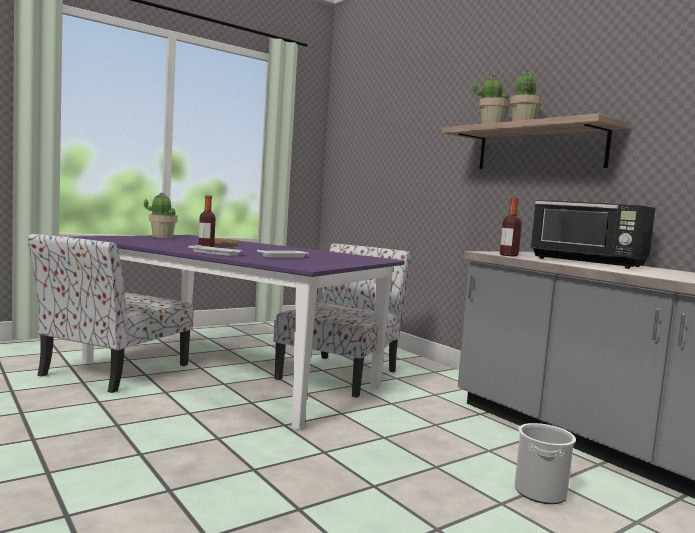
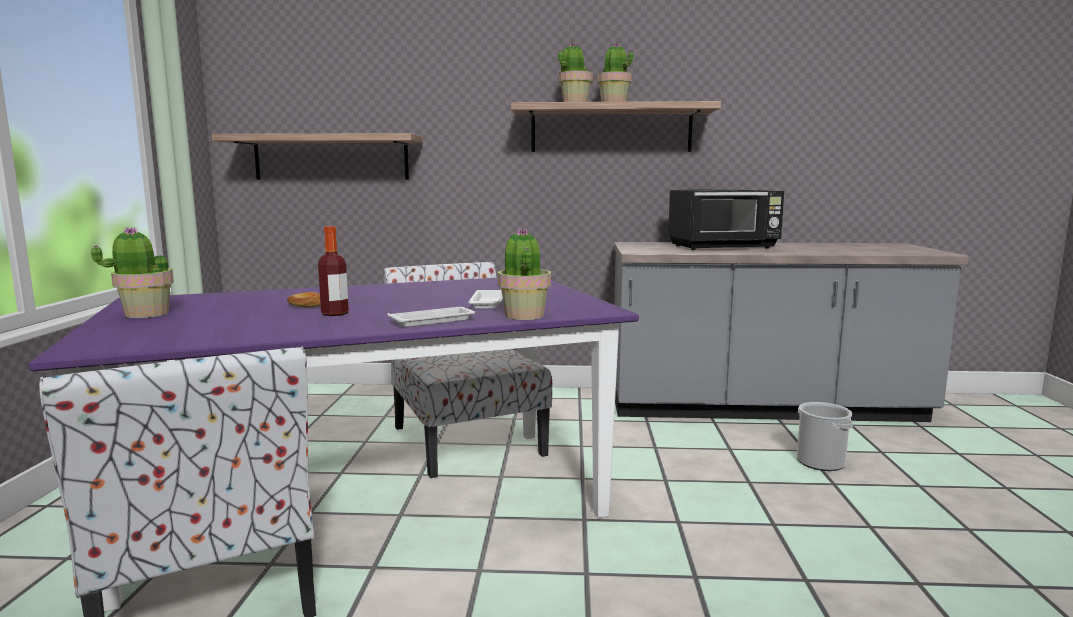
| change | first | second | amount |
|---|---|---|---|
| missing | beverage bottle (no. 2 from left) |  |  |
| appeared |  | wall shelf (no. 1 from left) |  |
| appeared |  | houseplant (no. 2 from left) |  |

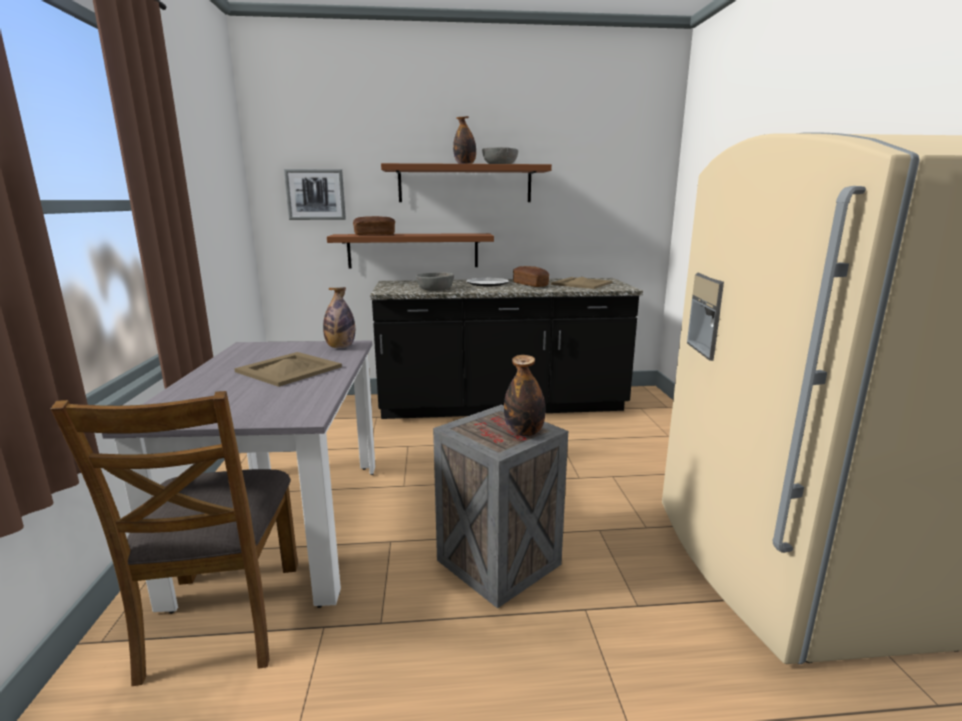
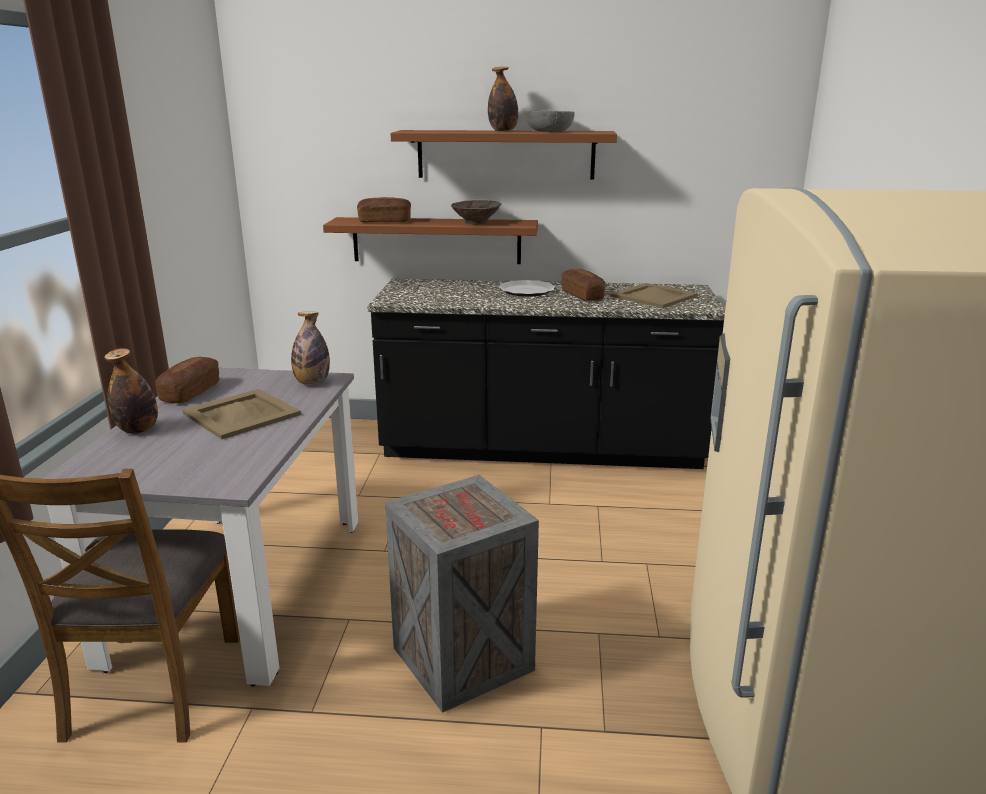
| change | first | second | amount |
|---|---|---|---|
| missing | wall picture |  |  |
| missing | grey bowl (no. 1 from left) |  |  |
| appeared |  | baked bread (no. 1 from left) |  |
| appeared |  | brownish bowl |  |
| relocated | beverage bottle (no. 3 from left in the first image) | beverage bottle (no. 1 from left) |  |

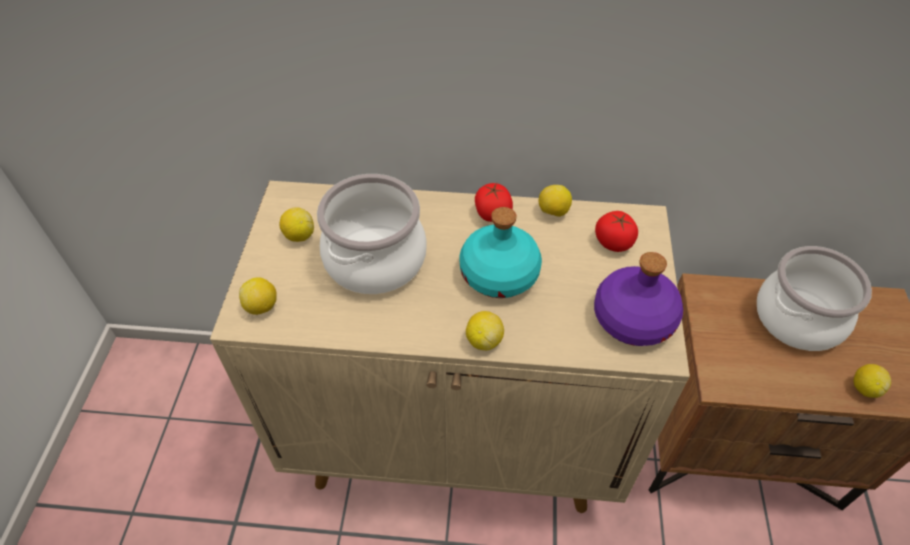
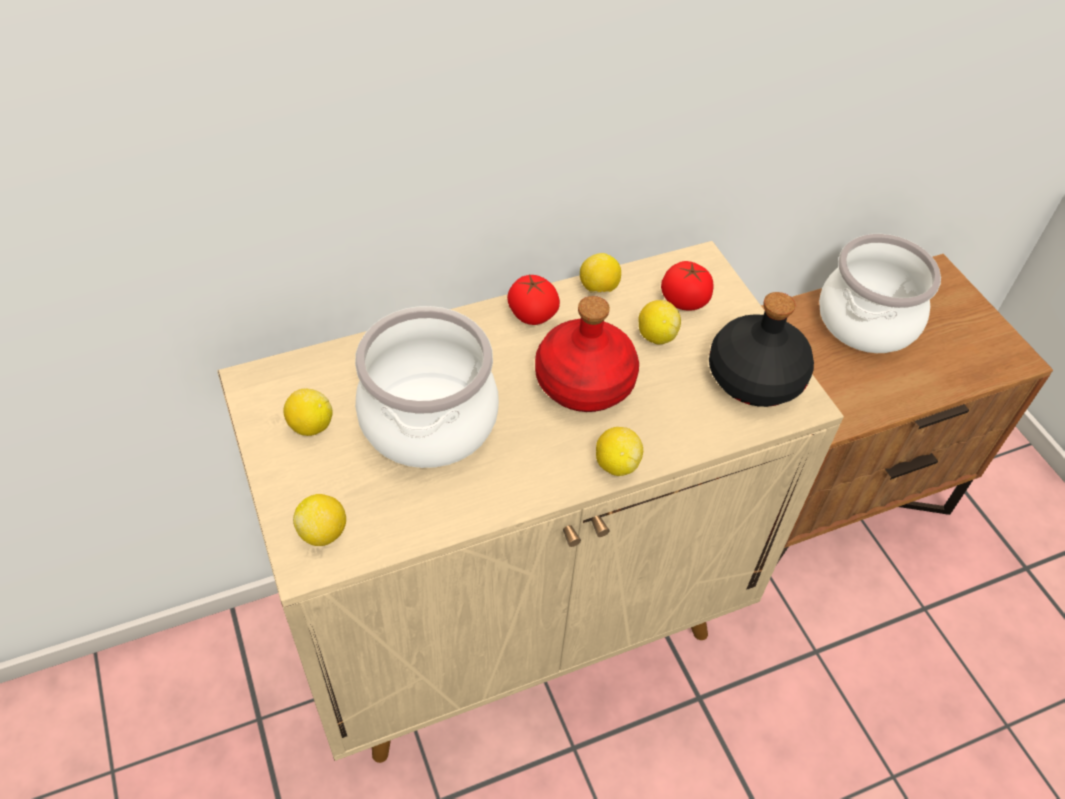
| change | first | second | amount |
|---|---|---|---|
| relocated | whole lemon (no. 5 from left) |  |  |
| colour | turquoise-coloured beverage bottle | red beverage bottle |  |
| colour | purple-coloured beverage bottle | blackish beverage bottle |  |

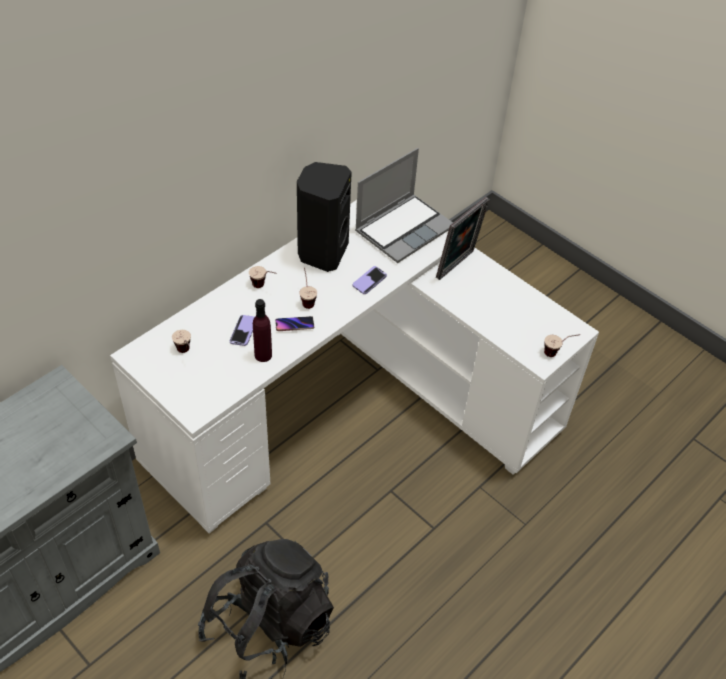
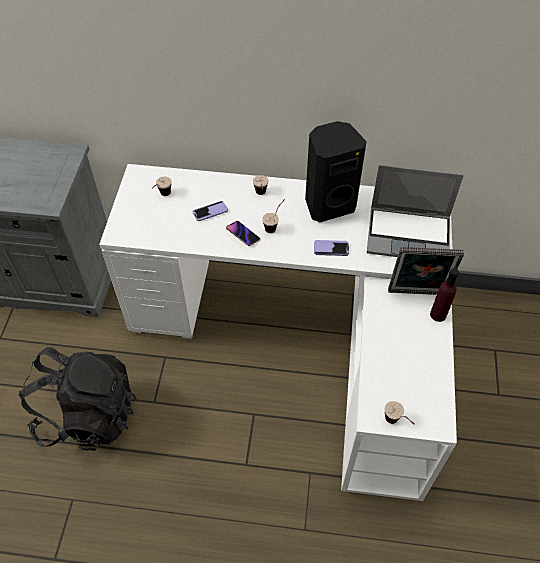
| change | first | second | amount |
|---|---|---|---|
| relocated | purple-coloured beverage bottle |  |  |

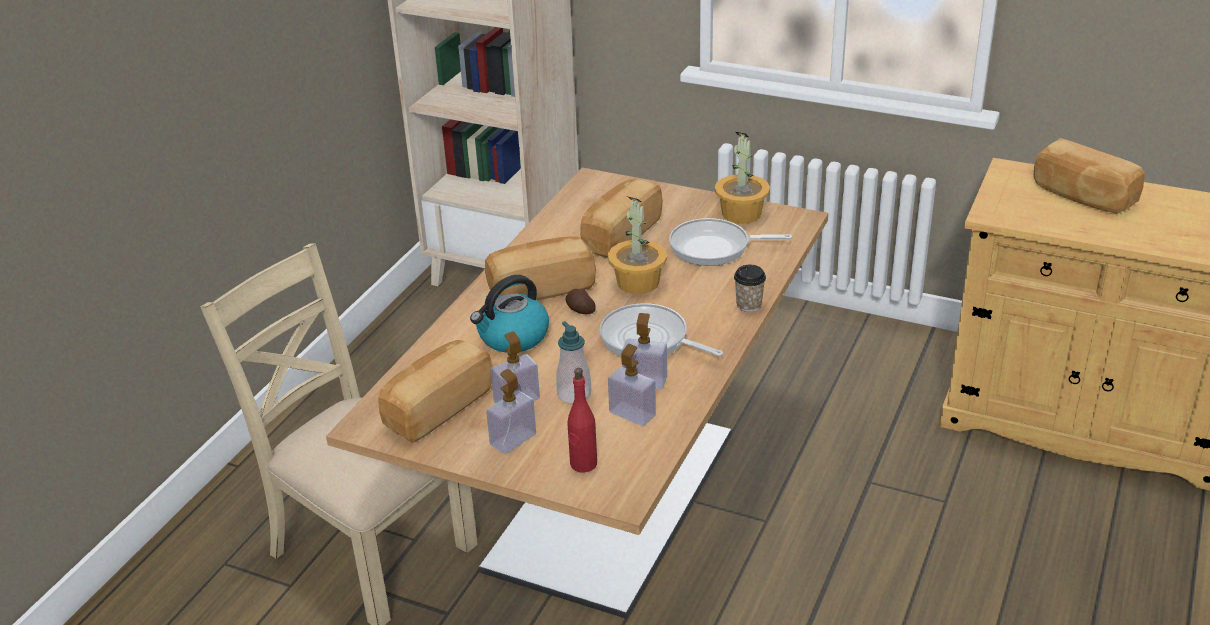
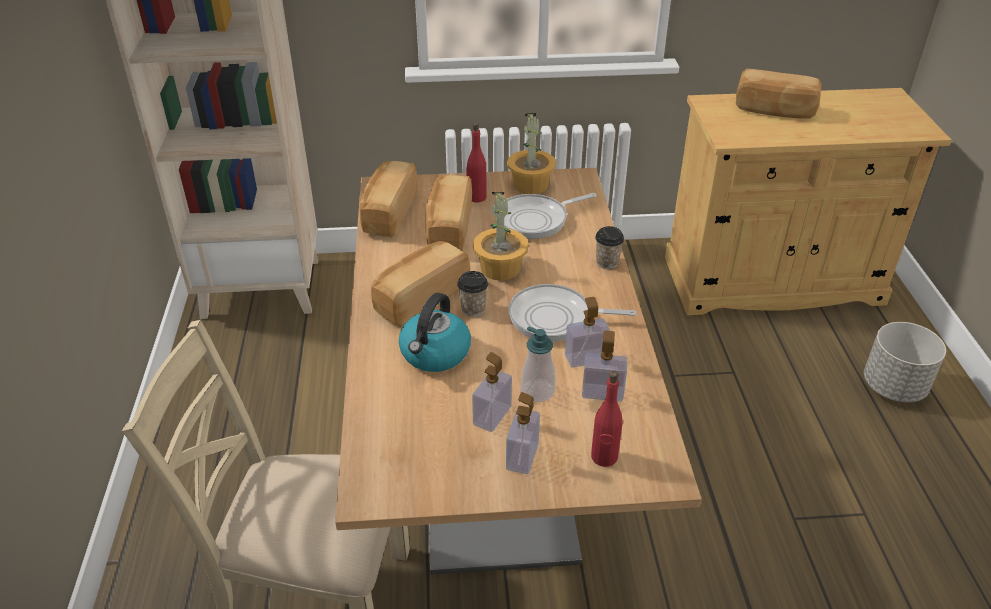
| change | first | second | amount |
|---|---|---|---|
| appeared |  | red beverage bottle (no. 1 from left) |  |
| appeared |  | grey planter |  |
| relocated | baked bread (no. 1 from left) |  |  |
| exchanged | spud | drinking cup (no. 1 from left) |  |

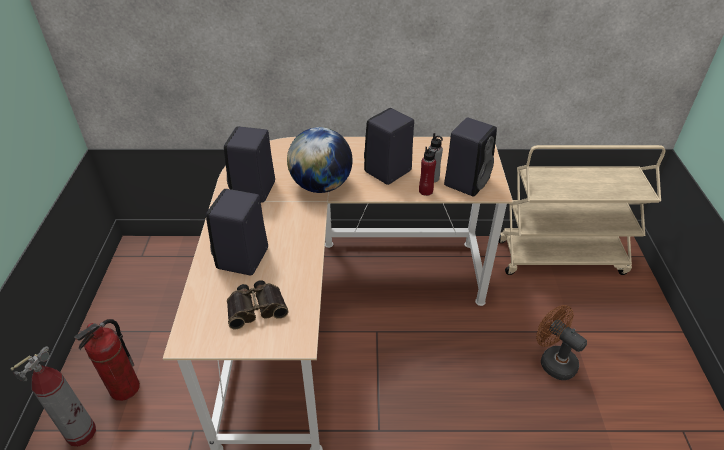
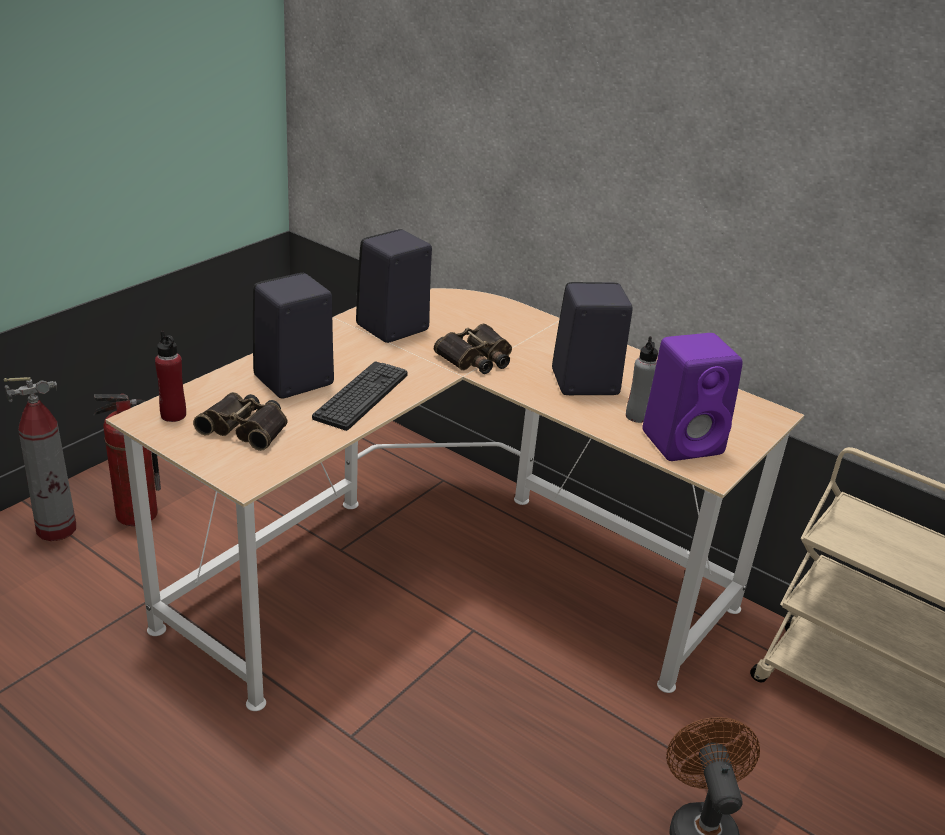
| change | first | second | amount |
|---|---|---|---|
| appeared |  | PC keyboard |  |
| relocated | red beverage bottle |  |  |
| exchanged | desk globe | binoculars (no. 2 from left) |  |
| colour | blackish speaker (no. 4 from left) | purple-coloured speaker |  |

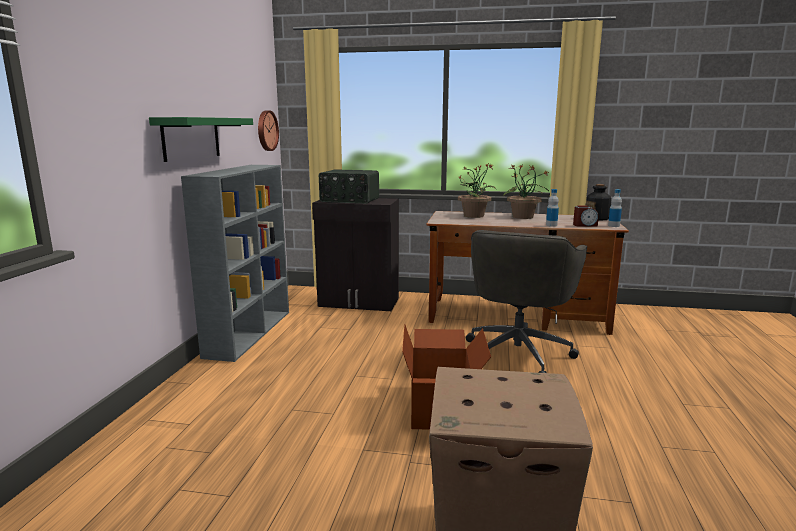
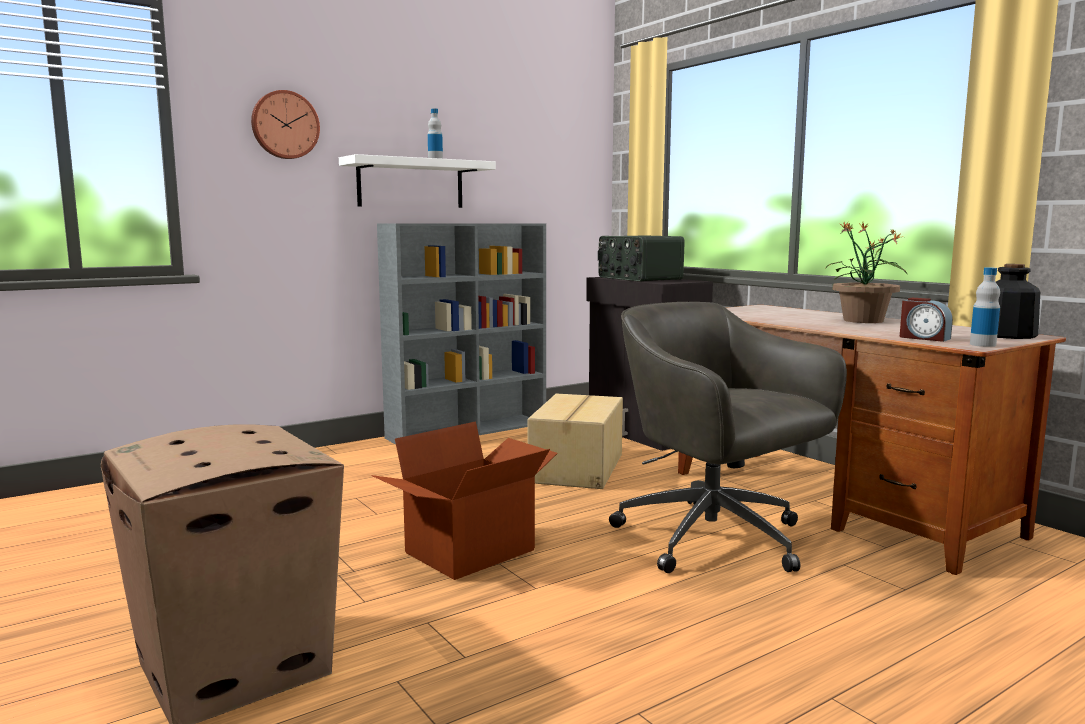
| change | first | second | amount |
|---|---|---|---|
| missing | houseplant (no. 1 from left) |  |  |
| appeared |  | cardboard box (no. 3 from left) |  |
| relocated | clock on the wall |  |  |
| relocated | beverage bottle (no. 1 from left) |  |  |
| colour | green wall shelf | whitish wall shelf |  |
| spun | grey computer chair |  | 75 degrees clockwise |

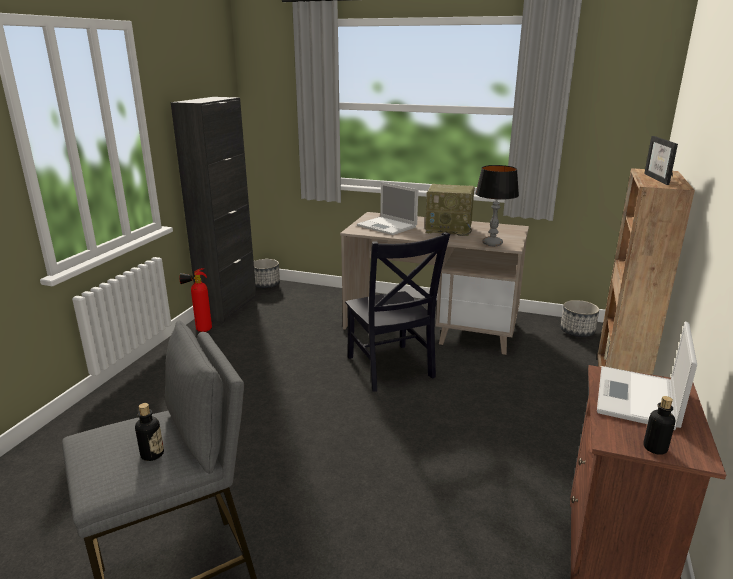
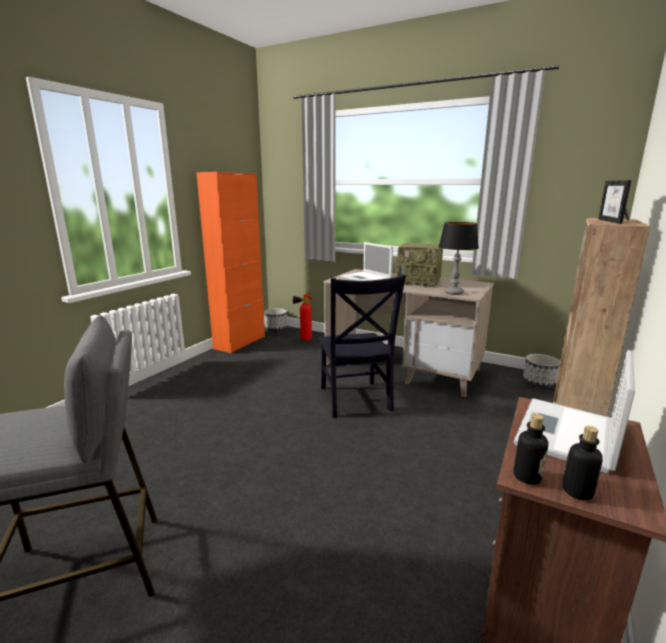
| change | first | second | amount |
|---|---|---|---|
| relocated | beverage bottle (no. 1 from left) |  |  |
| relocated | extinguisher |  |  |
| colour | blackish cabinet | orangey cabinet |  |

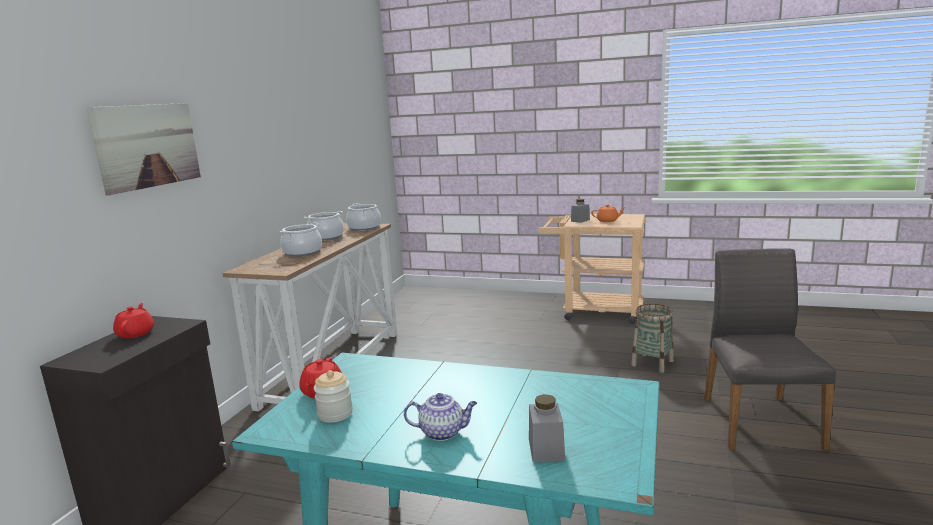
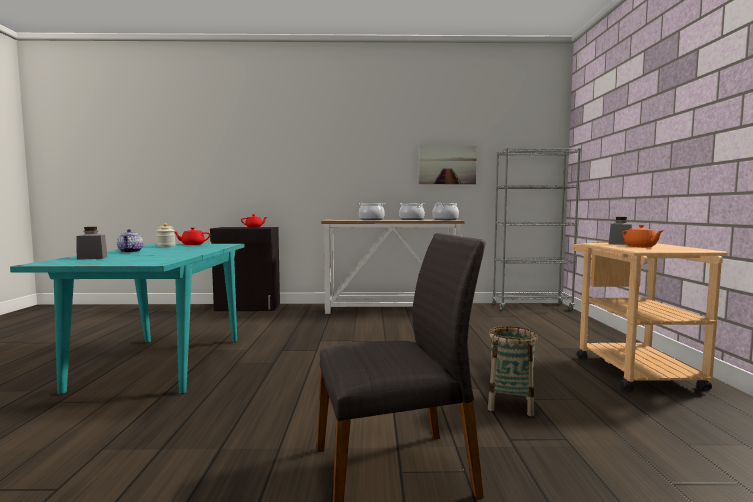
| change | first | second | amount |
|---|---|---|---|
| appeared |  | grey bookshelf |  |
| relocated | wall picture |  |  |

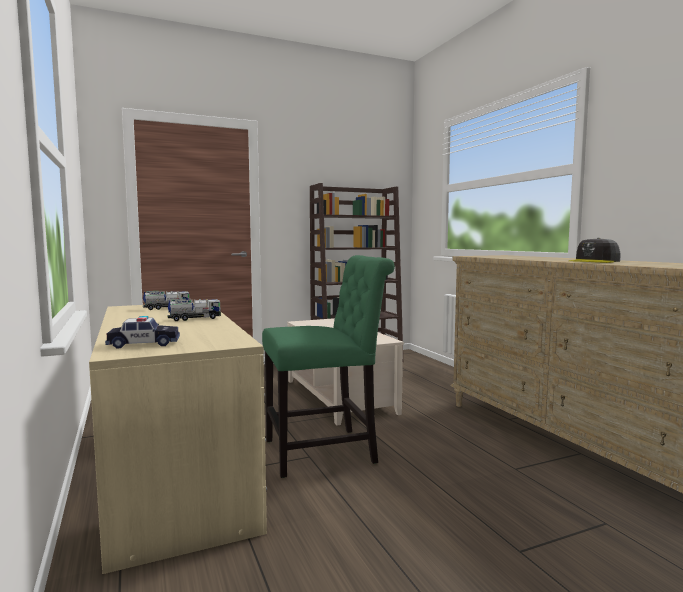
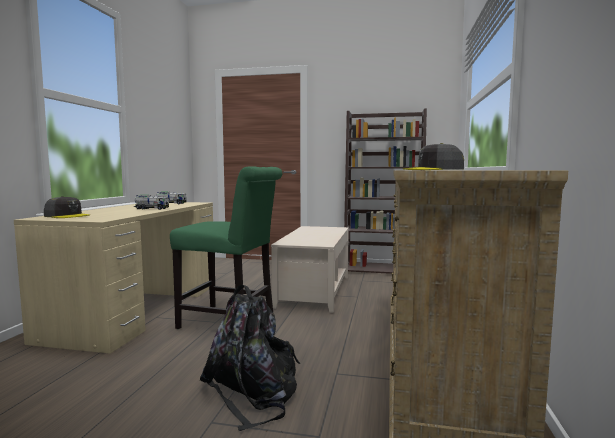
| change | first | second | amount |
|---|---|---|---|
| appeared |  | blackish backpack |  |
| exchanged | toy car | grey cap (no. 1 from left) |  |

